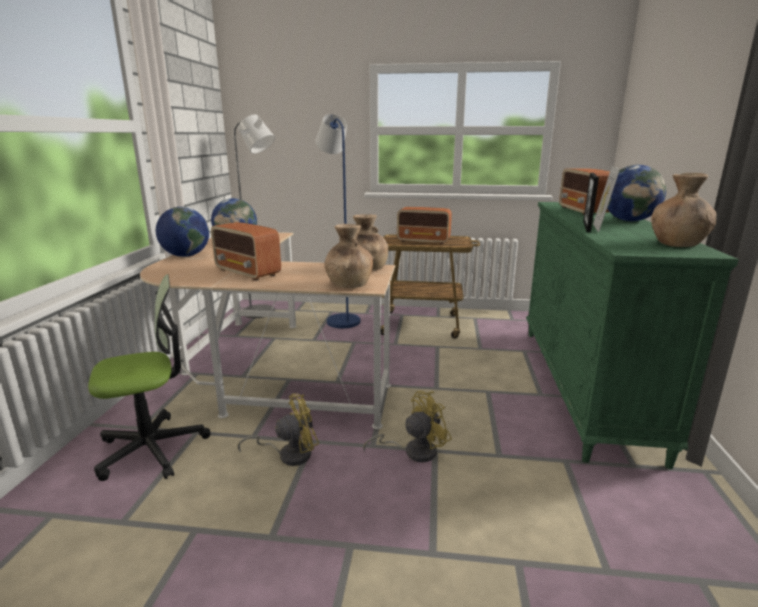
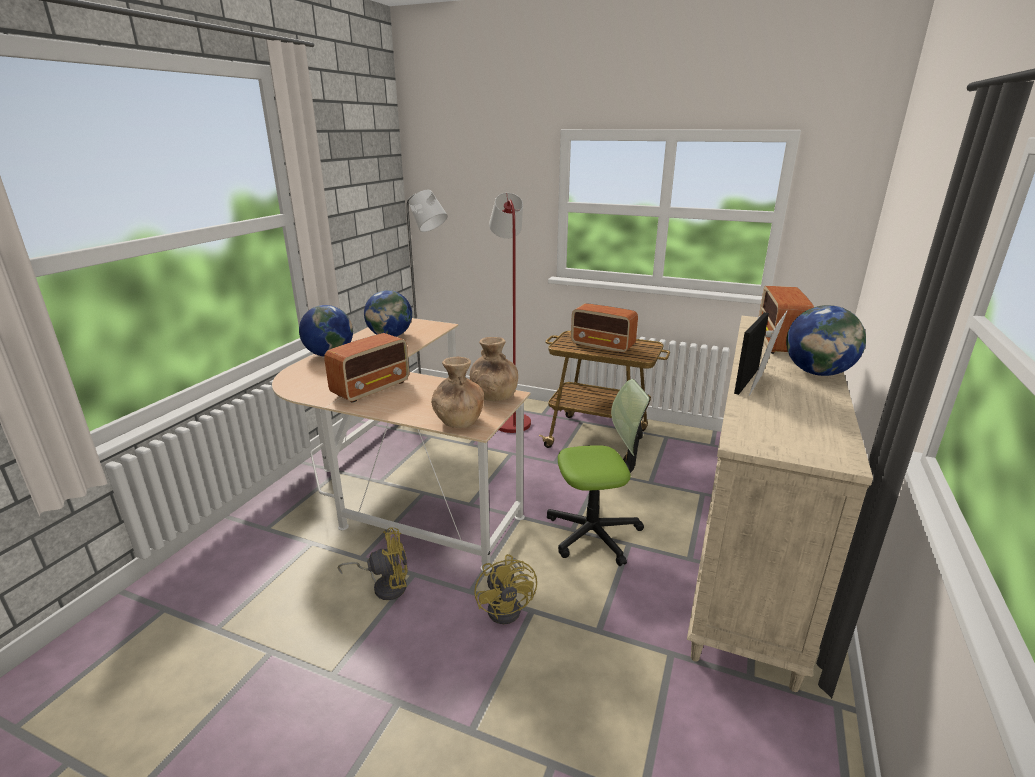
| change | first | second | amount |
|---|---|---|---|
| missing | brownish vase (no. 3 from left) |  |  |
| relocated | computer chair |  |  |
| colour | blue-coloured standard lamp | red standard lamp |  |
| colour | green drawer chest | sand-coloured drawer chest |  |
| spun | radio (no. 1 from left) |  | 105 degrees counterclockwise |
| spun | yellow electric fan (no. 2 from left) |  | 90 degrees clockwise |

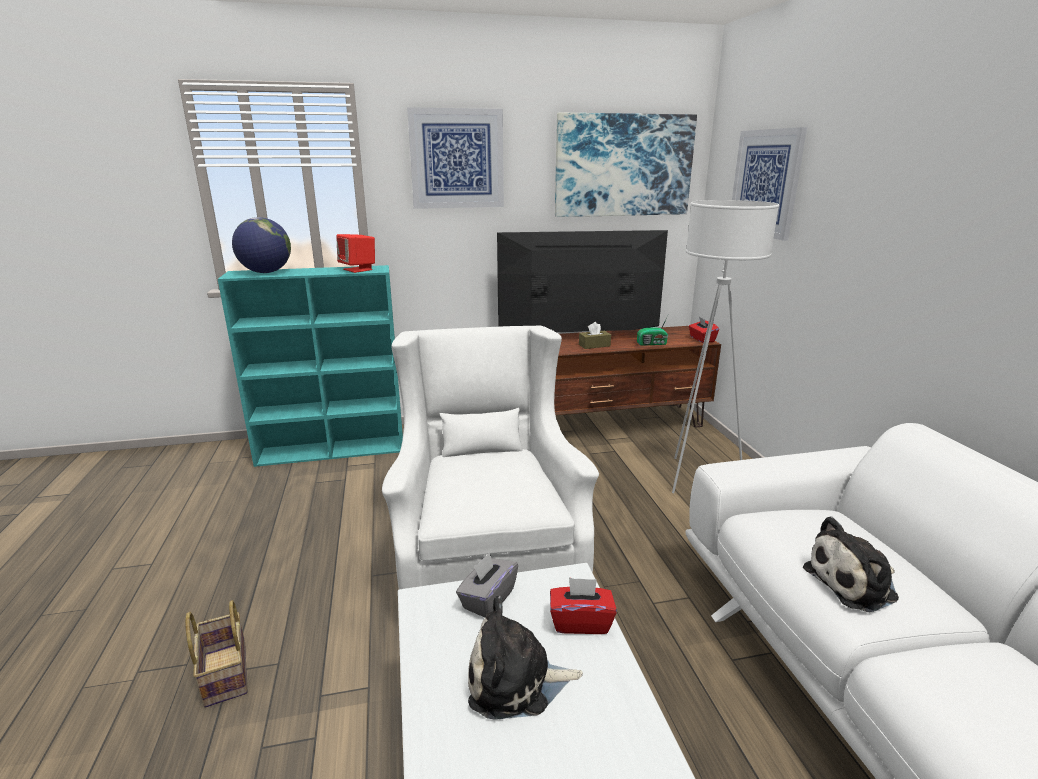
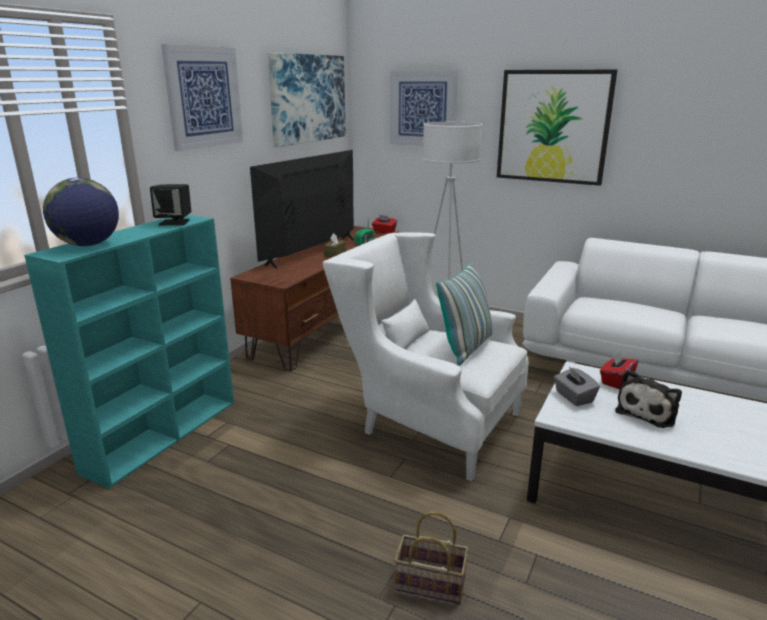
| change | first | second | amount |
|---|---|---|---|
| missing | soft toy (no. 2 from left) |  |  |
| appeared |  | pillow |  |
| appeared |  | wall picture (no. 4 from left) |  |
| colour | red speaker | blackish speaker |  |

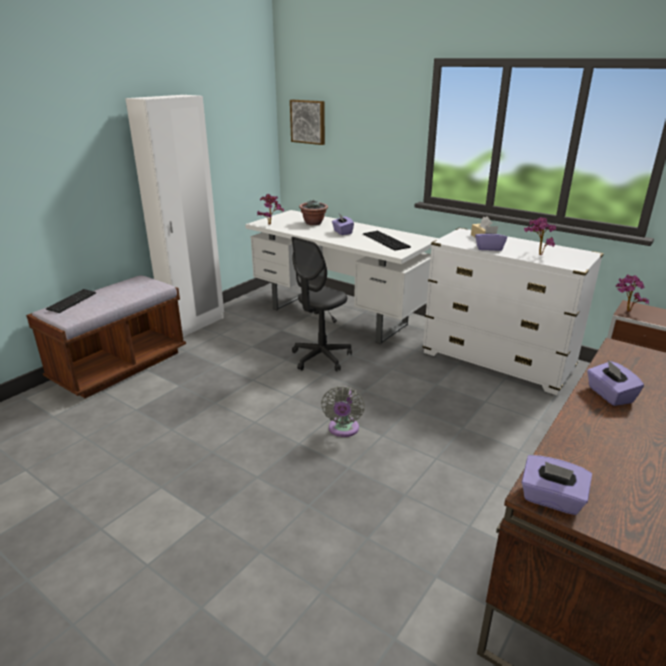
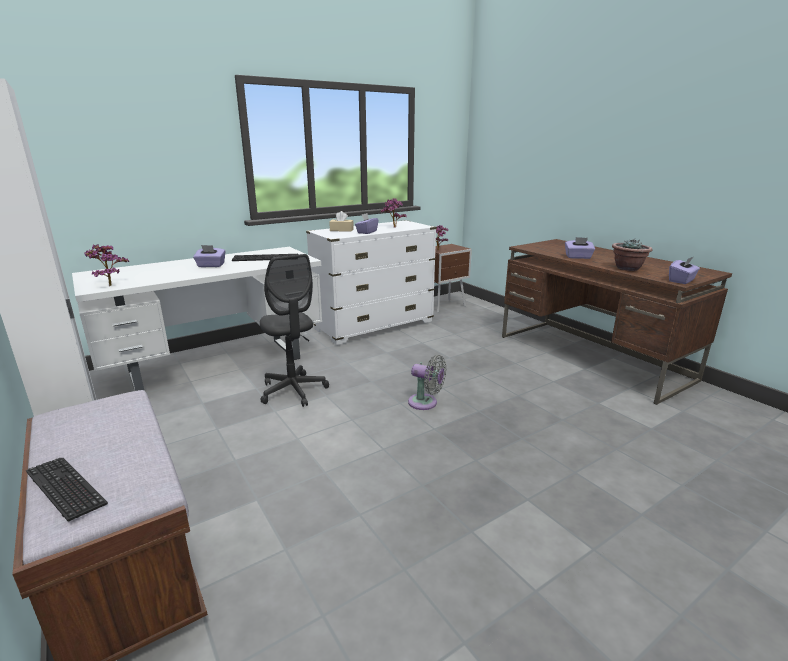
| change | first | second | amount |
|---|---|---|---|
| missing | wall picture |  |  |
| relocated | houseplant (no. 2 from left in the first image) | houseplant (no. 4 from left) |  |

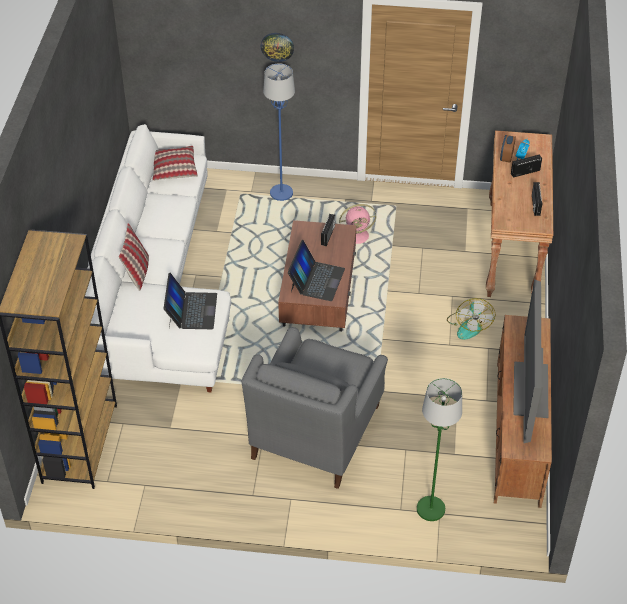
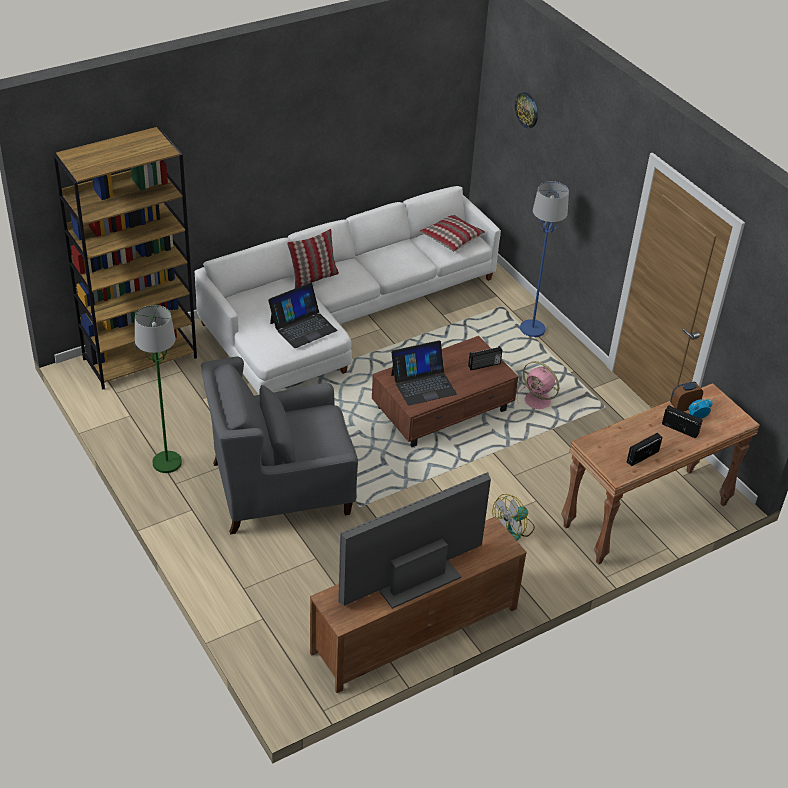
| change | first | second | amount |
|---|---|---|---|
| relocated | clock on the wall |  |  |
| relocated | green standard lamp |  |  |

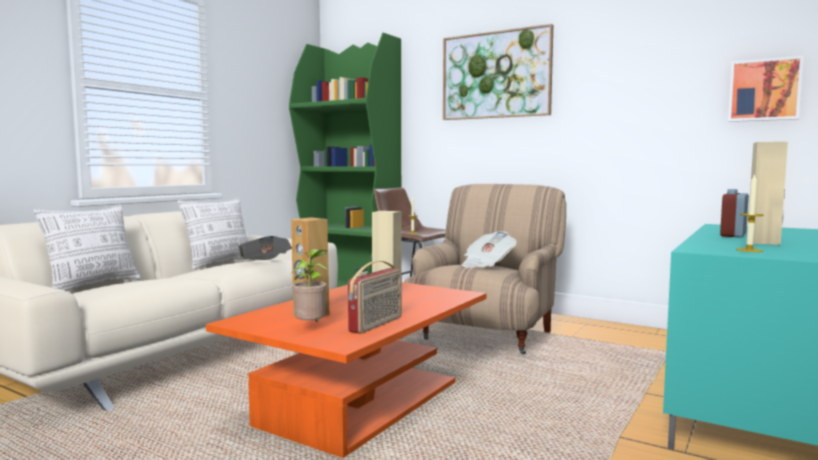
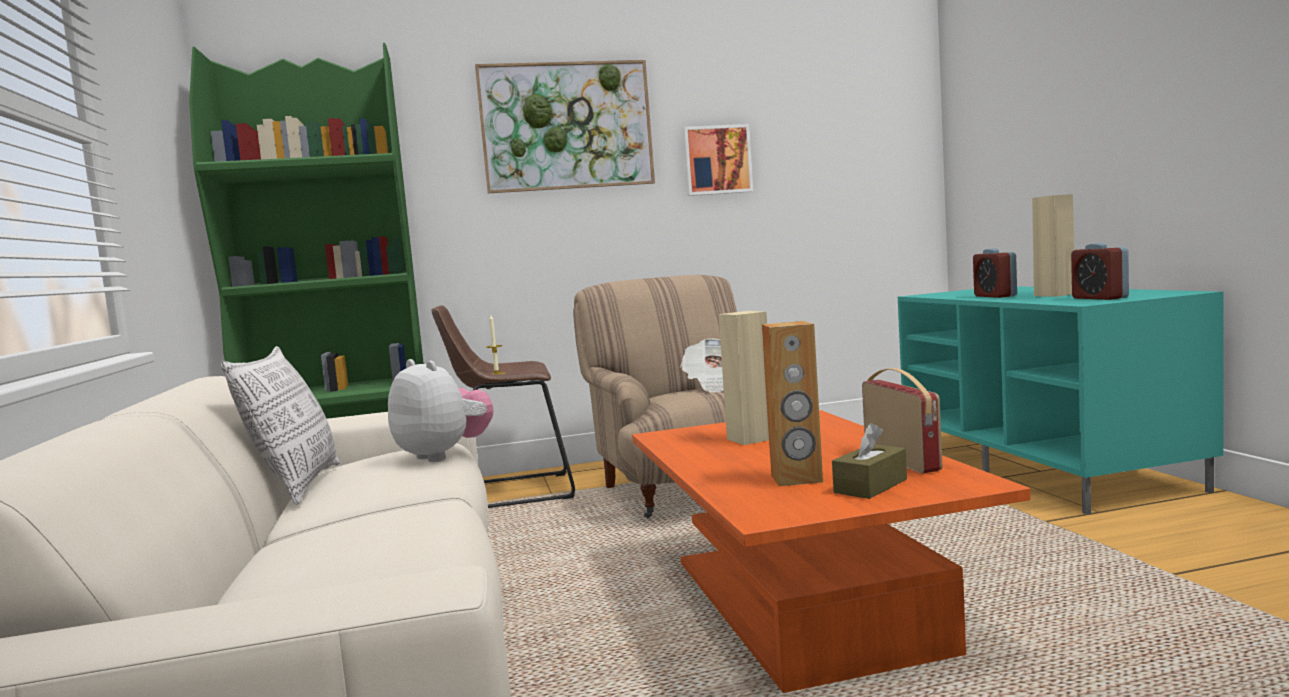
| change | first | second | amount |
|---|---|---|---|
| missing | pillow (no. 1 from left) |  |  |
| relocated | wall picture (no. 2 from left) |  |  |
| exchanged | newspaper (no. 1 from left) | soft toy |  |
| exchanged | houseplant | brownish tissue holder |  |
| exchanged | wax light (no. 2 from left) | alarm clock (no. 2 from left) |  |

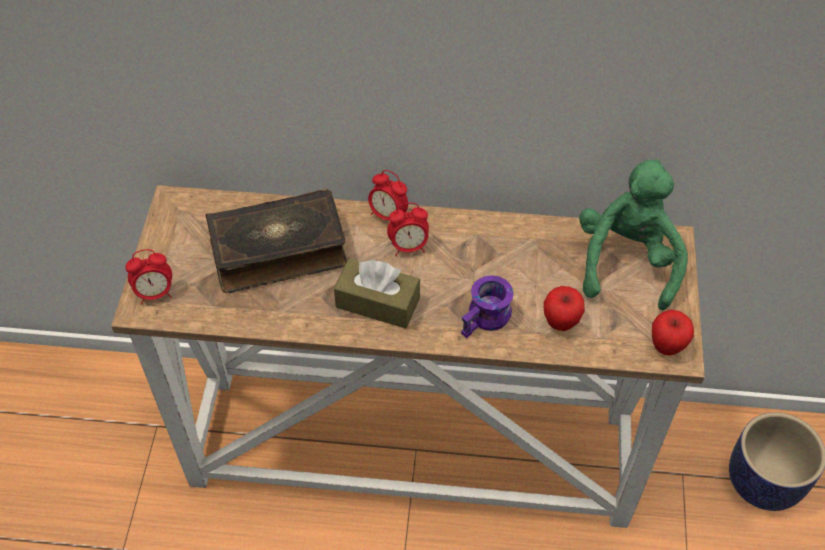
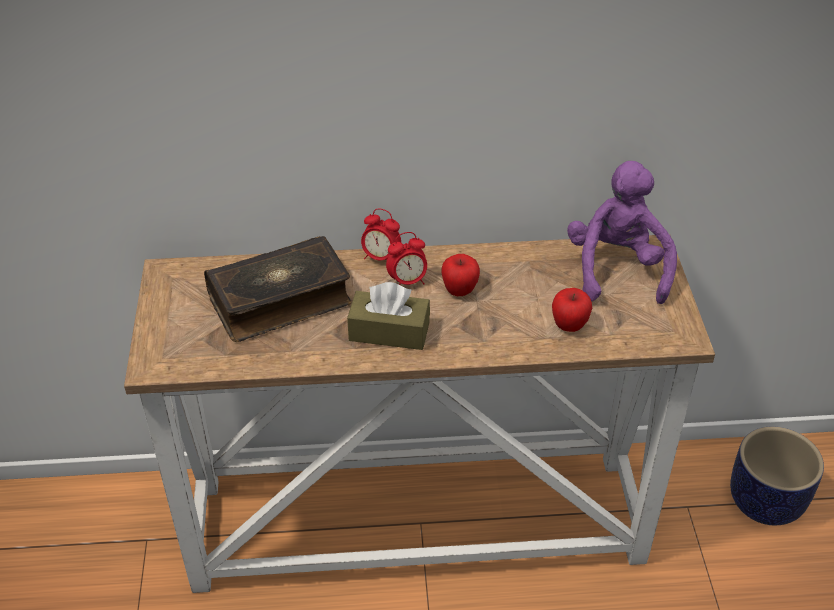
| change | first | second | amount |
|---|---|---|---|
| missing | alarm clock (no. 1 from left) |  |  |
| missing | purple-coloured mug |  |  |
| relocated | whole apple (no. 2 from left in the first image) | whole apple (no. 1 from left) |  |
| colour | green soft toy | purple-coloured soft toy |  |

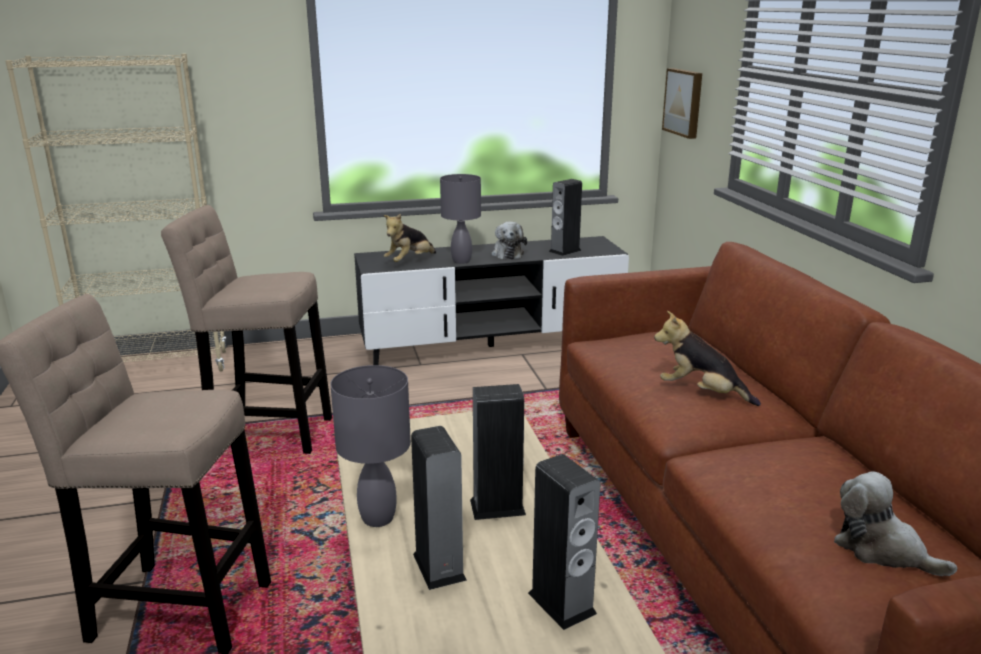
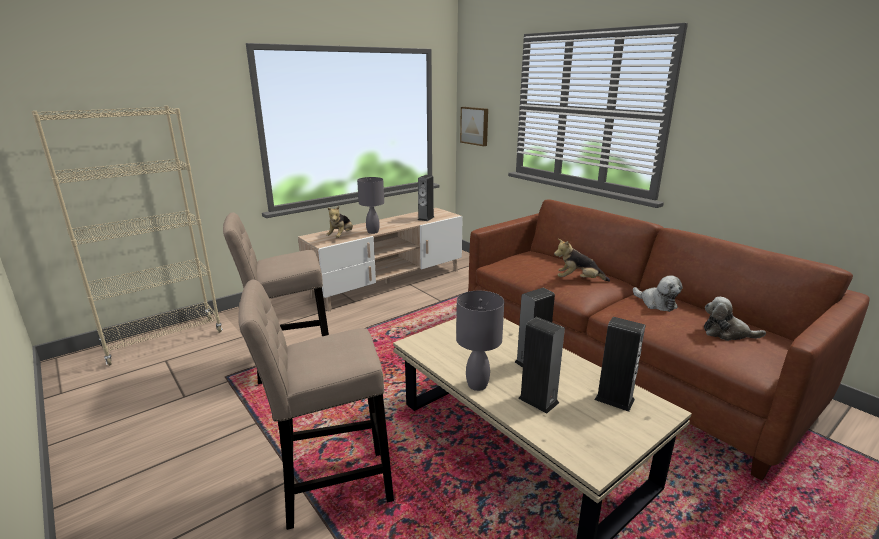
| change | first | second | amount |
|---|---|---|---|
| relocated | soft toy (no. 2 from left in the first image) | soft toy (no. 3 from left) |  |
| colour | blackish tv unit | sand-coloured tv unit |  |

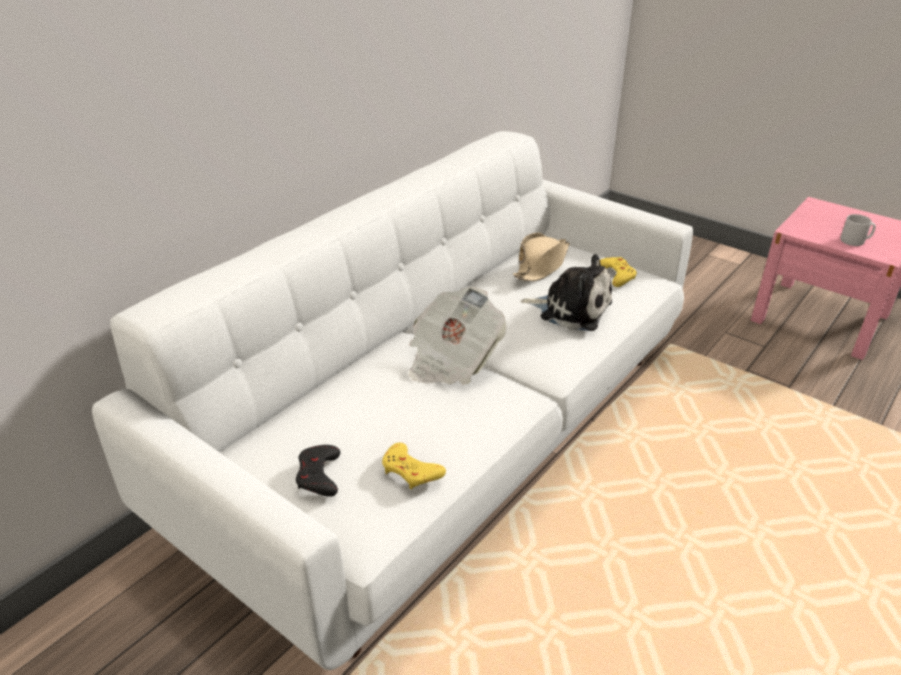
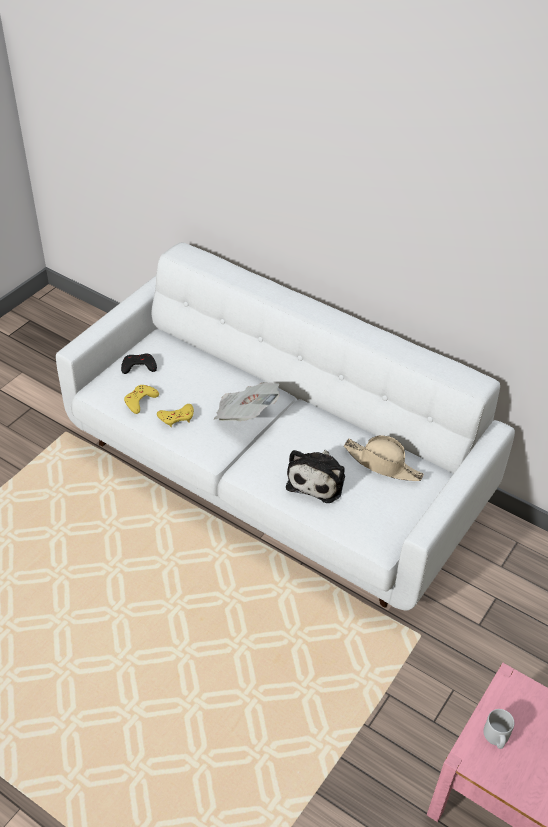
| change | first | second | amount |
|---|---|---|---|
| relocated | yellow game controller (no. 2 from left) |  |  |

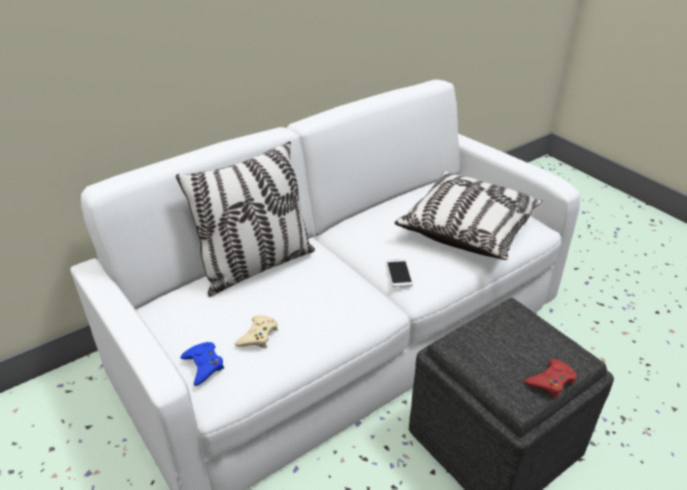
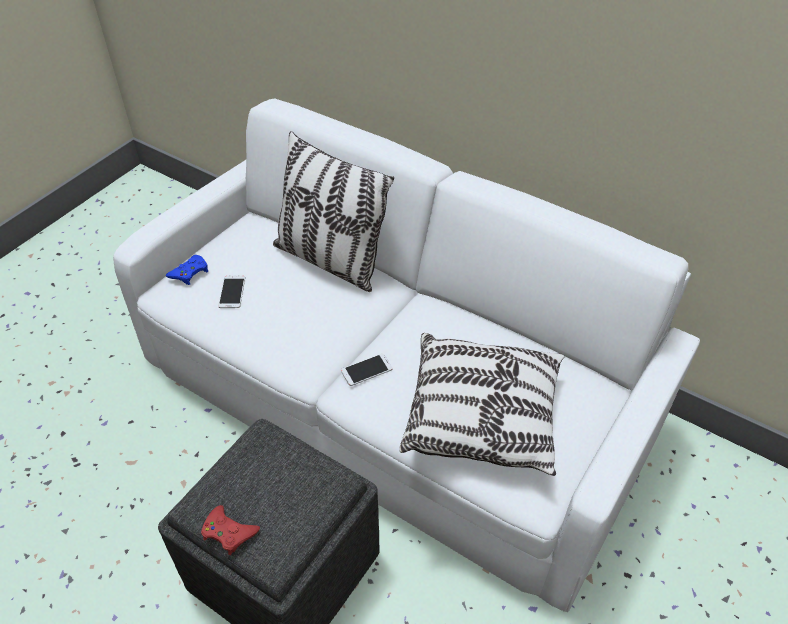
| change | first | second | amount |
|---|---|---|---|
| exchanged | sand-coloured game controller | telephone (no. 1 from left) |  |

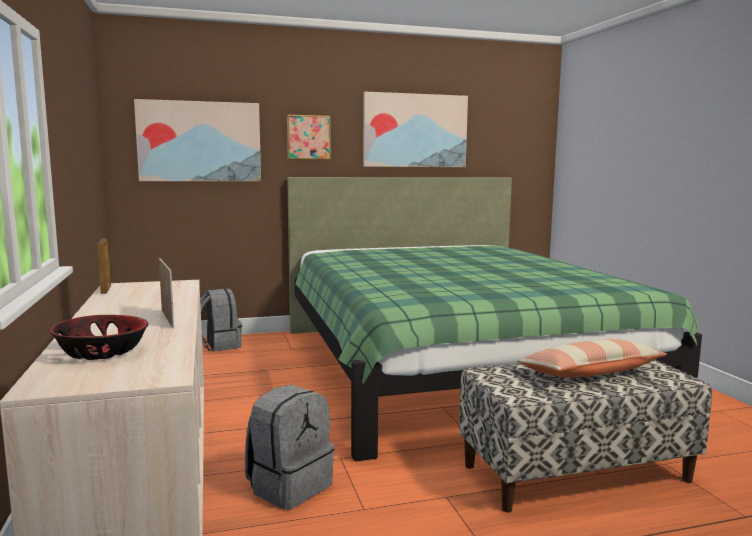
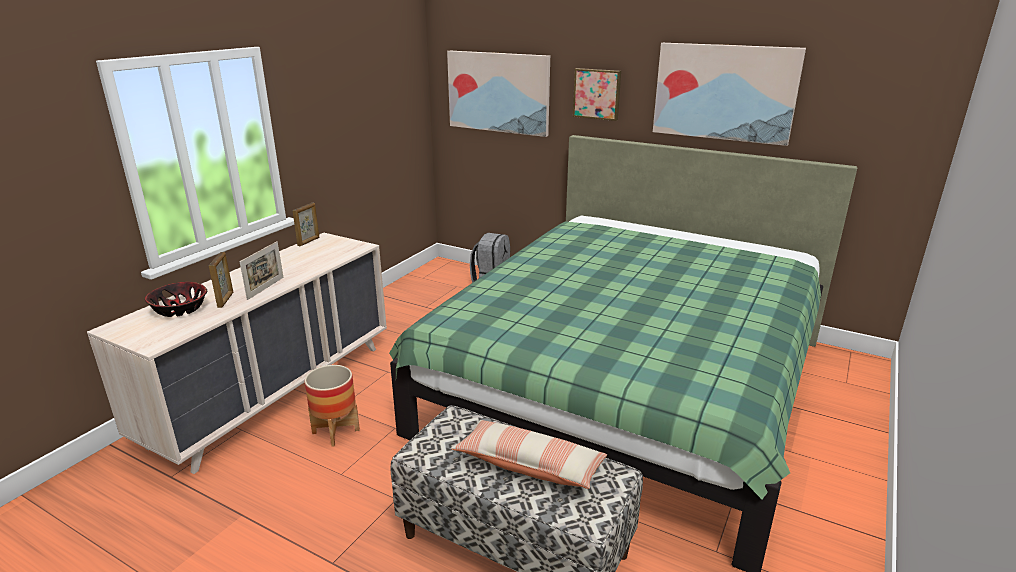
| change | first | second | amount |
|---|---|---|---|
| appeared |  | picture frame (no. 1 from left) |  |
| exchanged | grey backpack (no. 2 from left) | planter |  |

